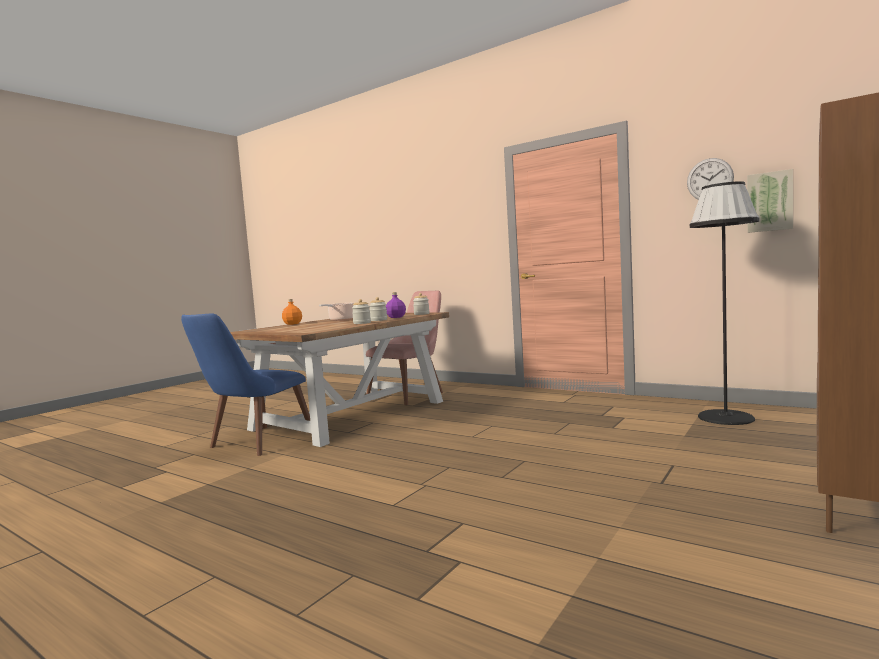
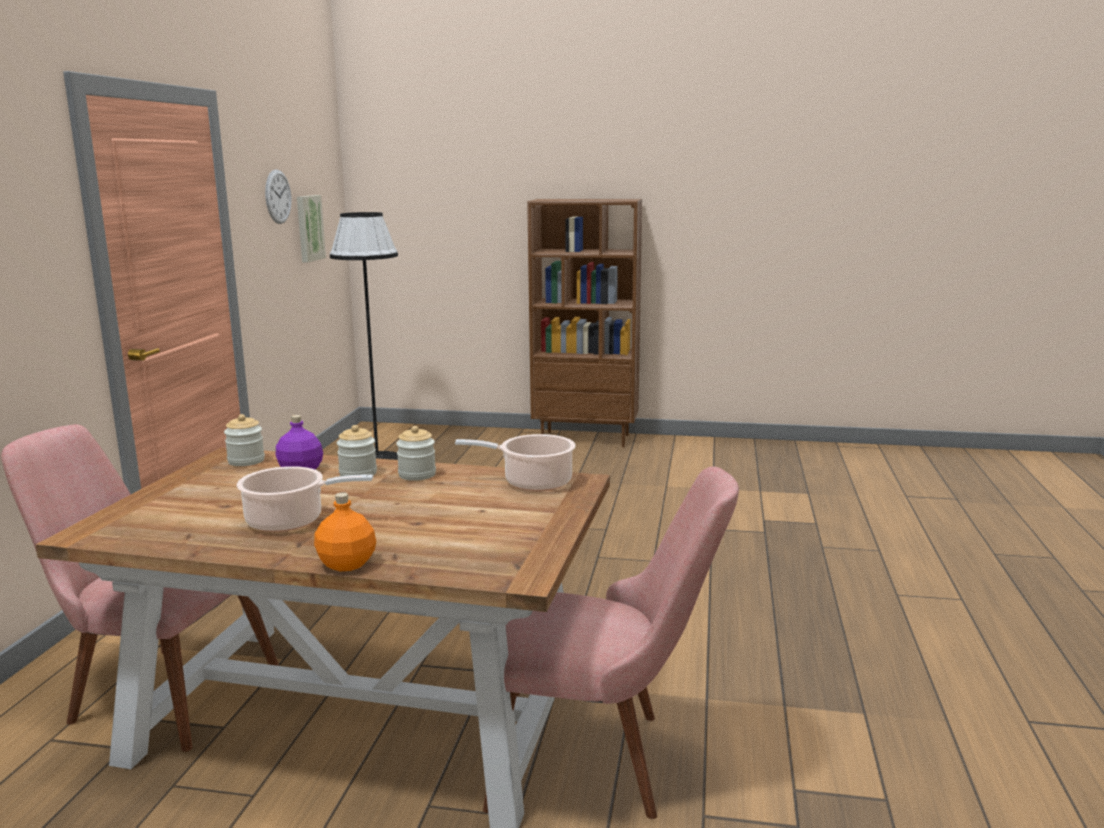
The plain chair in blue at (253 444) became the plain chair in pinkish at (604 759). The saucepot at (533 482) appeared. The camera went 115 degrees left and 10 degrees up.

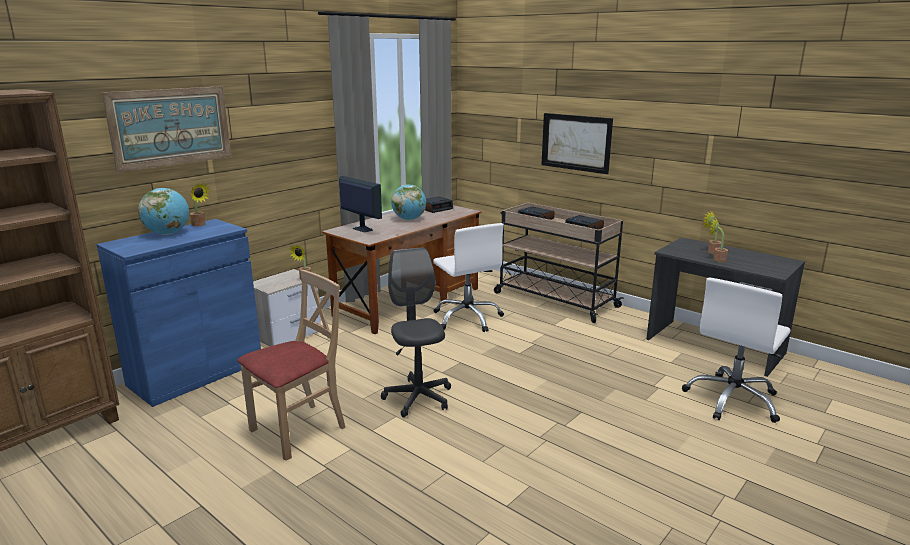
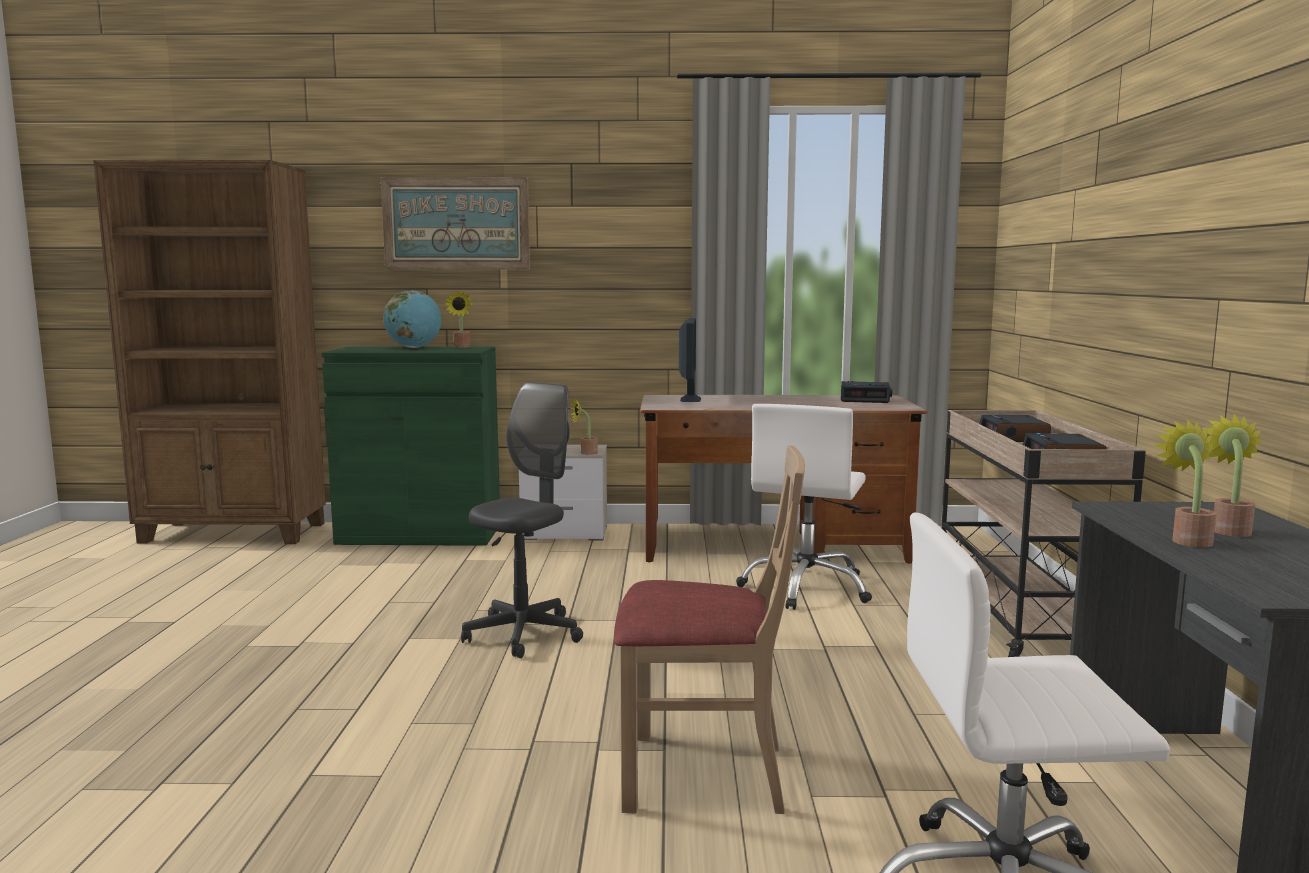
The storage cabinet in blue at (196 373) became the storage cabinet in greenish at (420 534). The plain chair in beige moved from (298 430) to (704 775). The desk globe at (409 219) disappeared. The wall picture at (576 142) disappeared. The camera went 50 degrees right and 10 degrees down.

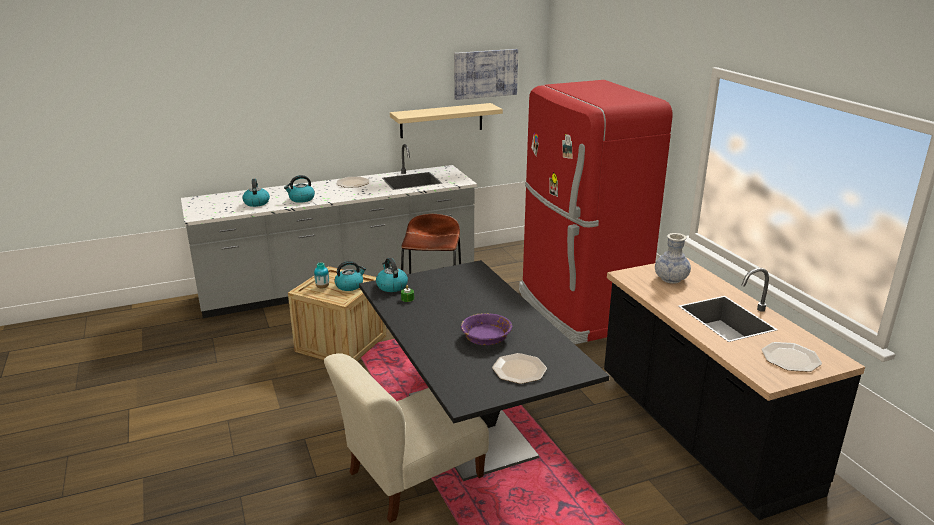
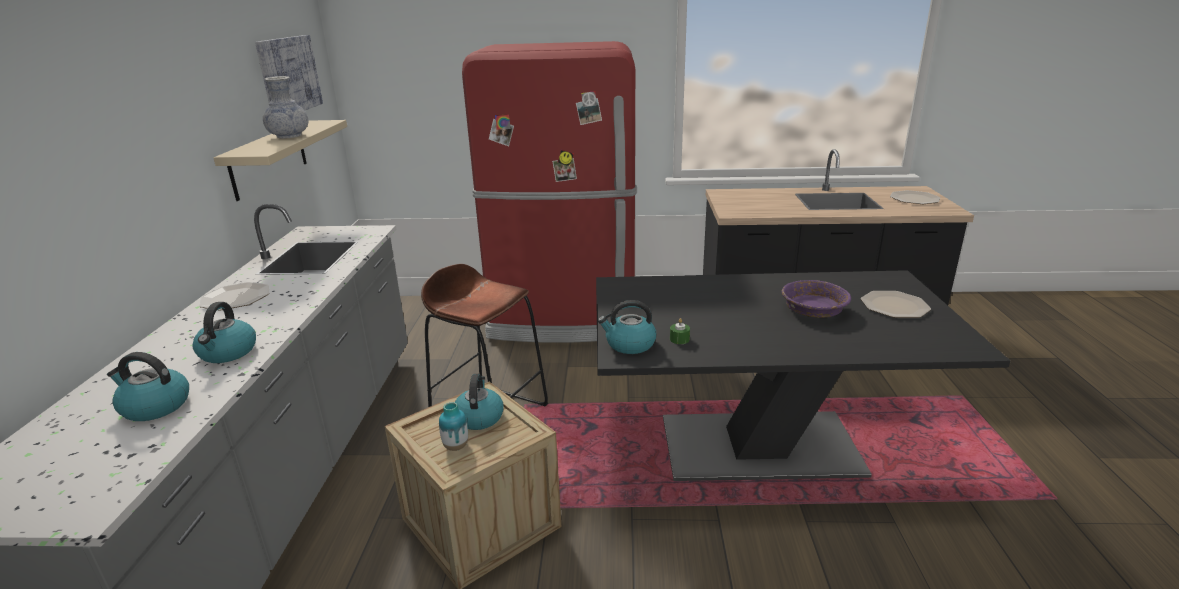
The plain chair in beige at (410 477) disappeared. The flower vase moved from (671 279) to (289 136). The camera went 65 degrees left and 0 degrees up.

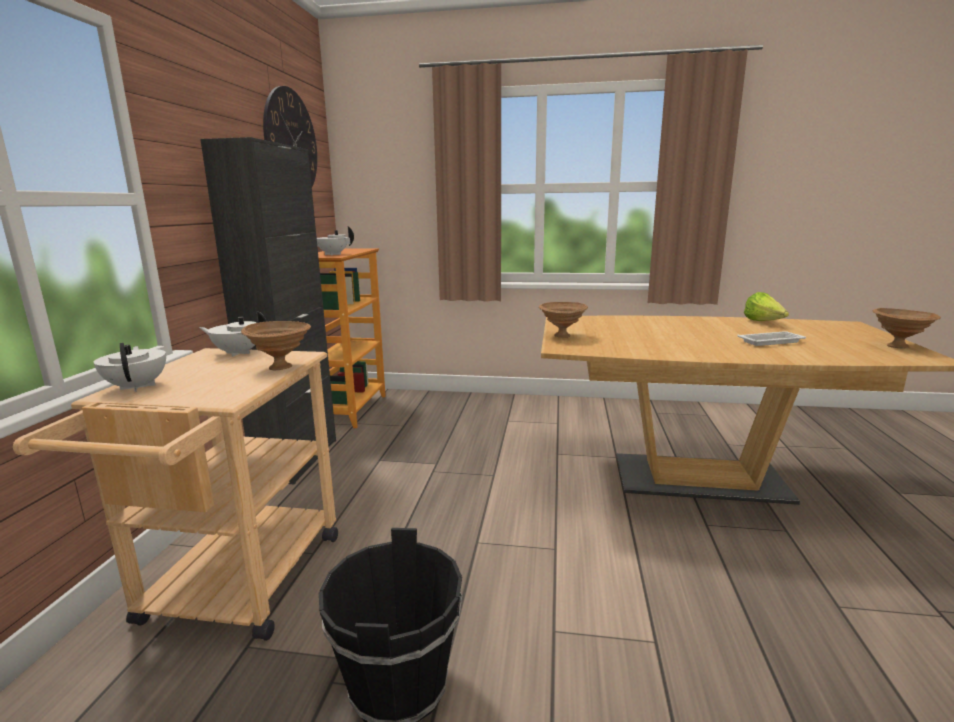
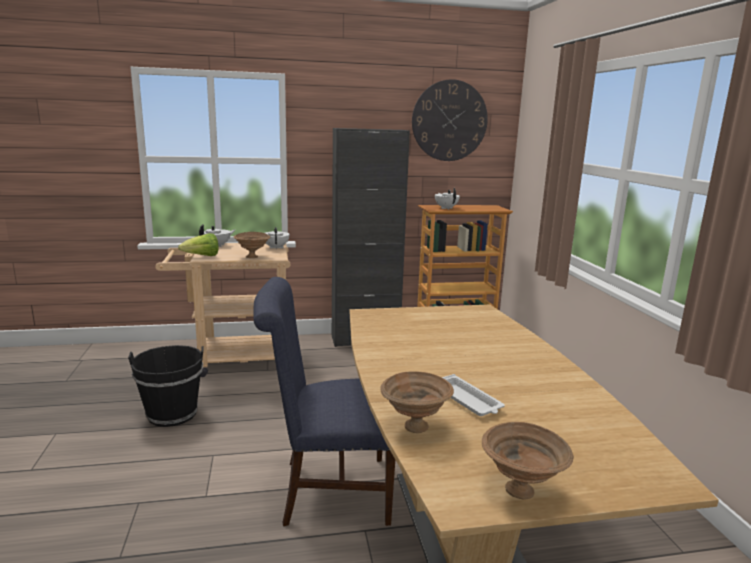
The deep dish in brown moved from (562 336) to (414 427). The lettuce head moved from (763 322) to (202 256). The plain chair in blue at (327 490) appeared. The camera went 70 degrees right and 0 degrees up.

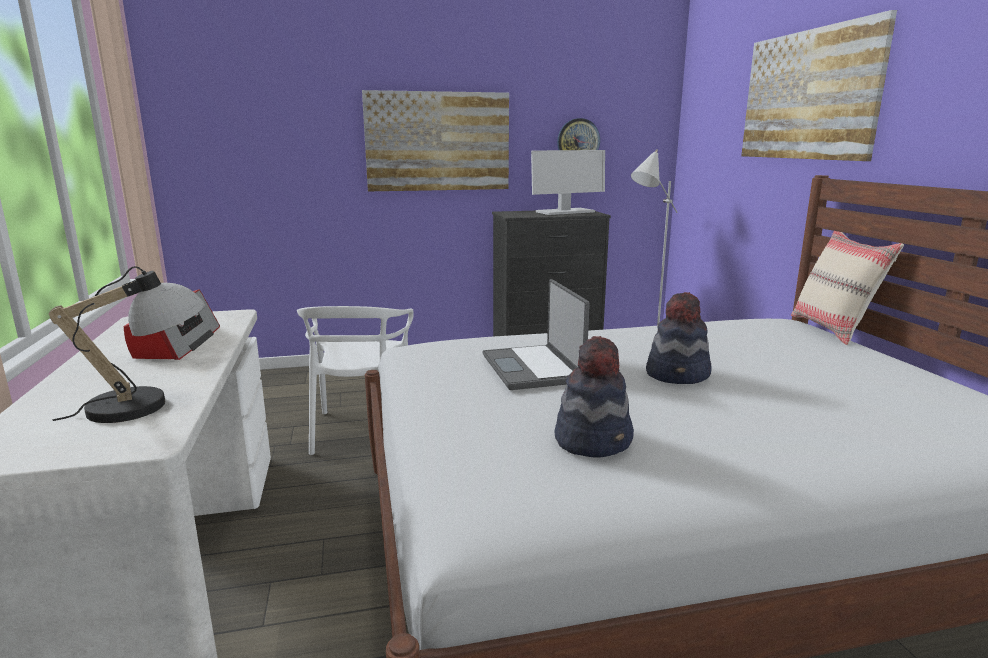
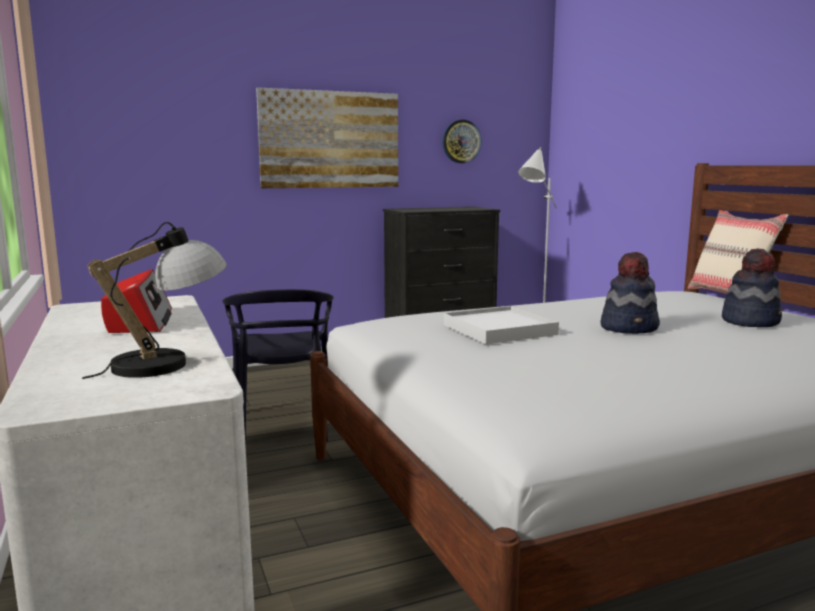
The plain chair in white at (360 431) became the plain chair in black-coloured at (283 425). The notebook computer at (533 368) was replaced by the tray in white at (499 330). The computer display at (565 212) disappeared. The hat moved from (594 440) to (750 321). The wall picture at (808 95) disappeared. The camera went 10 degrees left and 5 degrees down.

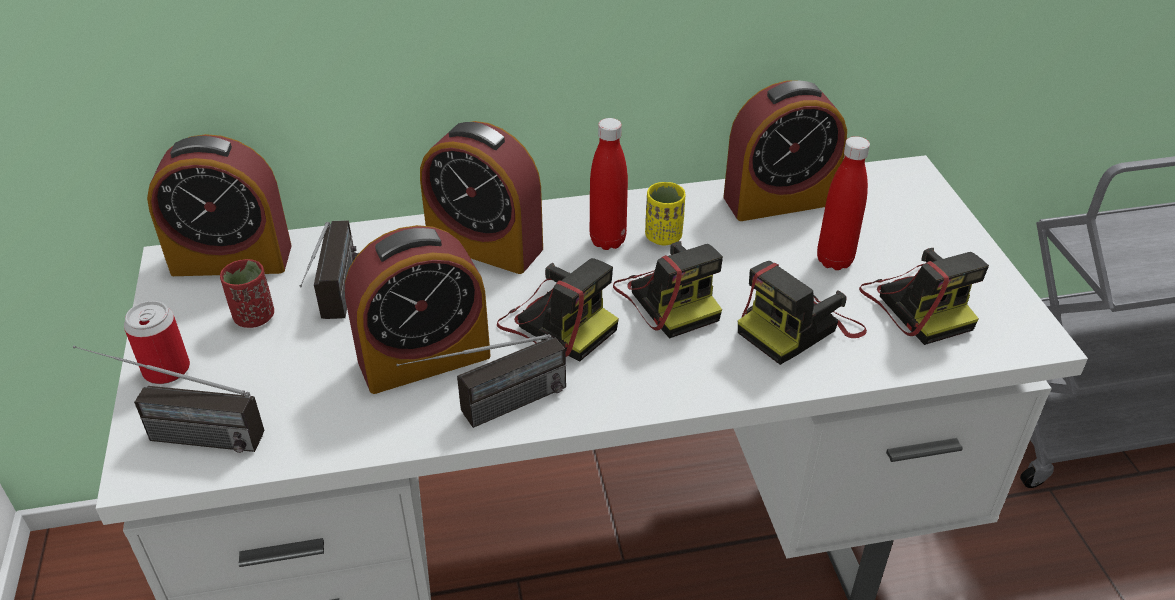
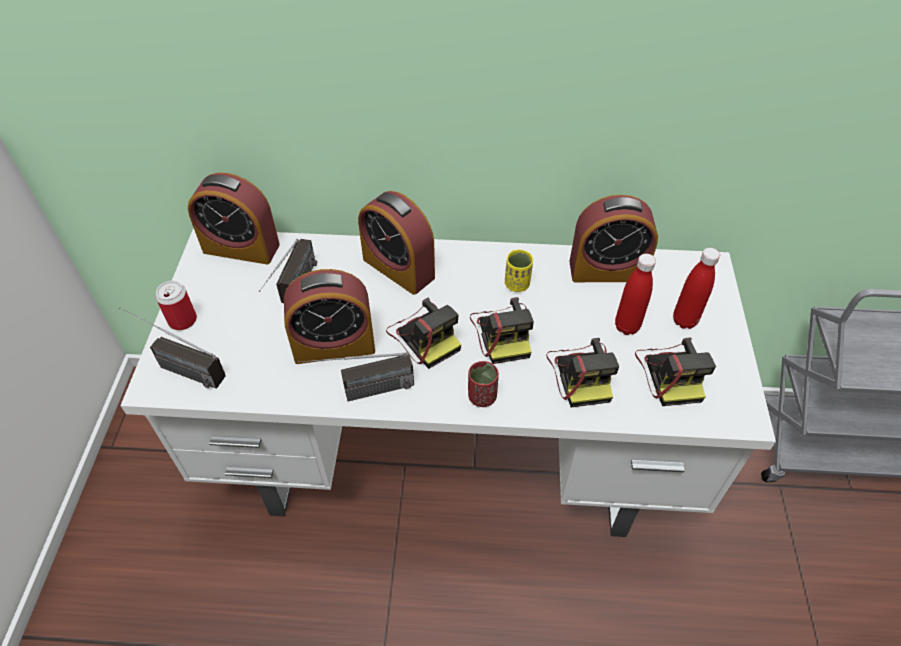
The cup in reddish moved from (254 317) to (482 396). The drink bottle in reddish moved from (607 241) to (684 320). The photo camera at (798 327) turned 75 degrees counterclockwise. The camera went 15 degrees right and 10 degrees up.

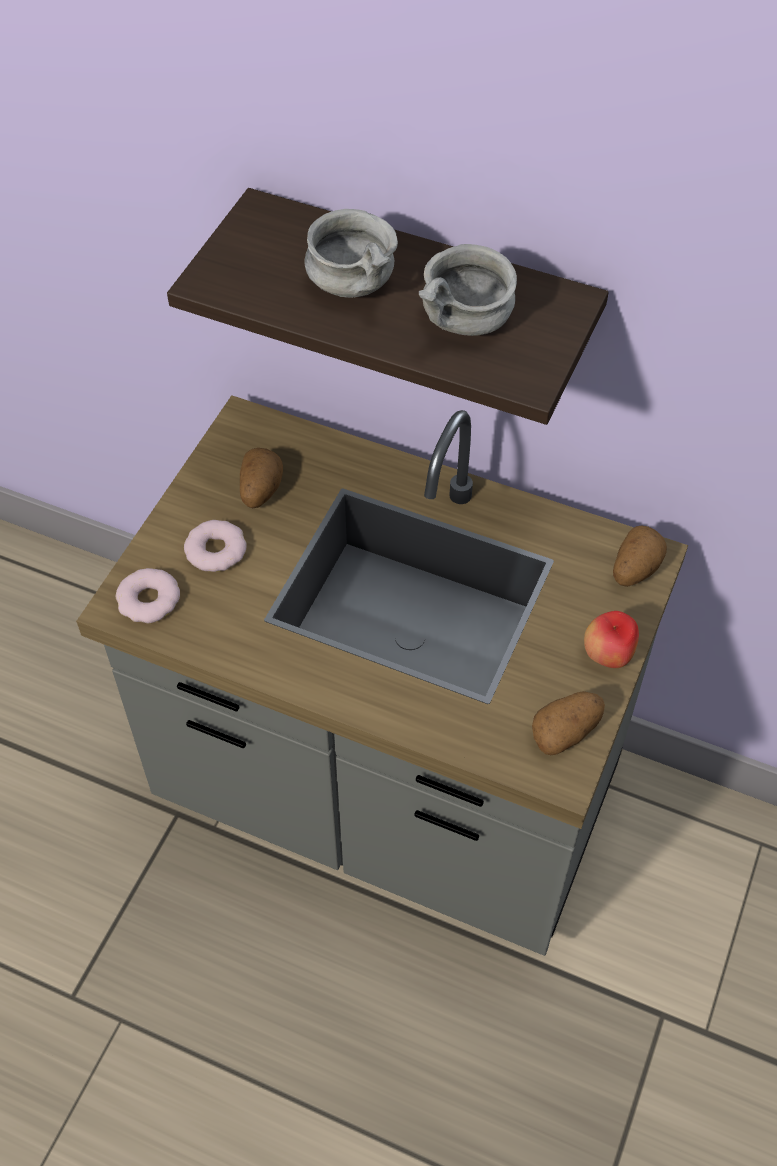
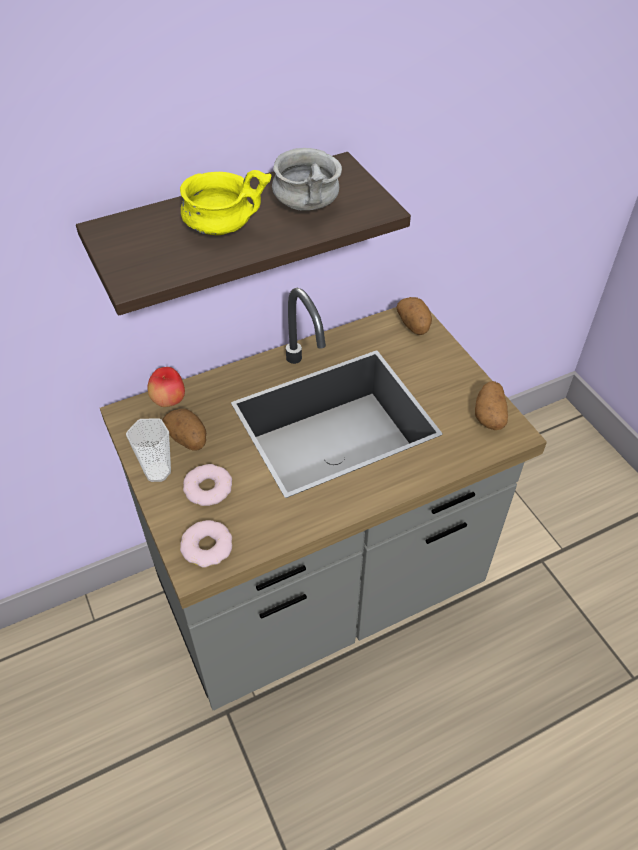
The deep dish in gray at (354 284) became the deep dish in yellow-coloured at (221 227). The apple moved from (608 656) to (169 401). The cup at (157 472) appeared. The camera went 50 degrees left and 5 degrees down.

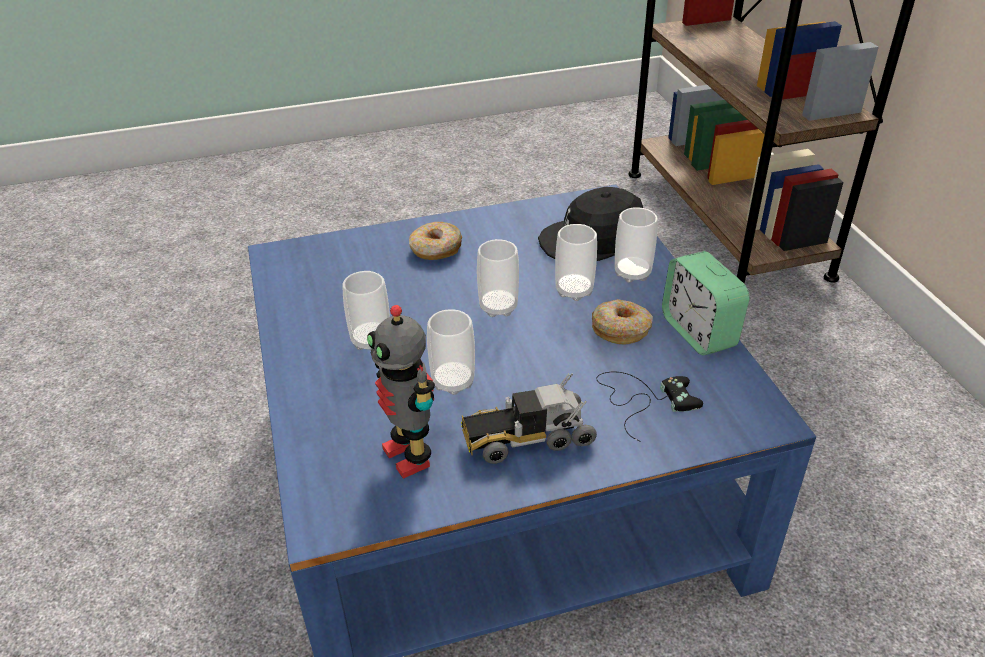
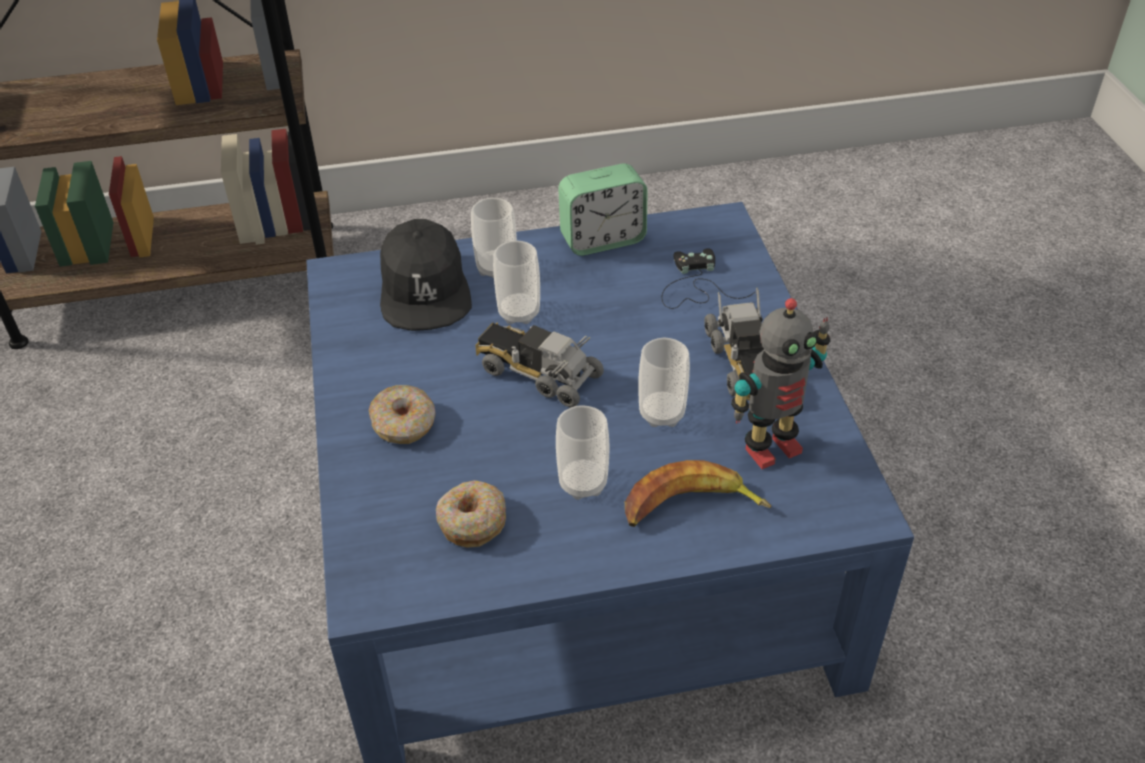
The cup at (498 307) was replaced by the toy truck at (537 373). The doughnut moved from (621 329) to (472 521). The whole banana at (690 507) appeared. The camera went 85 degrees left and 5 degrees up.

